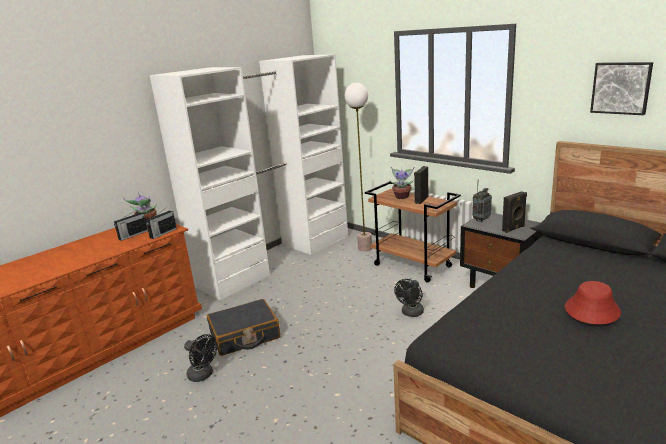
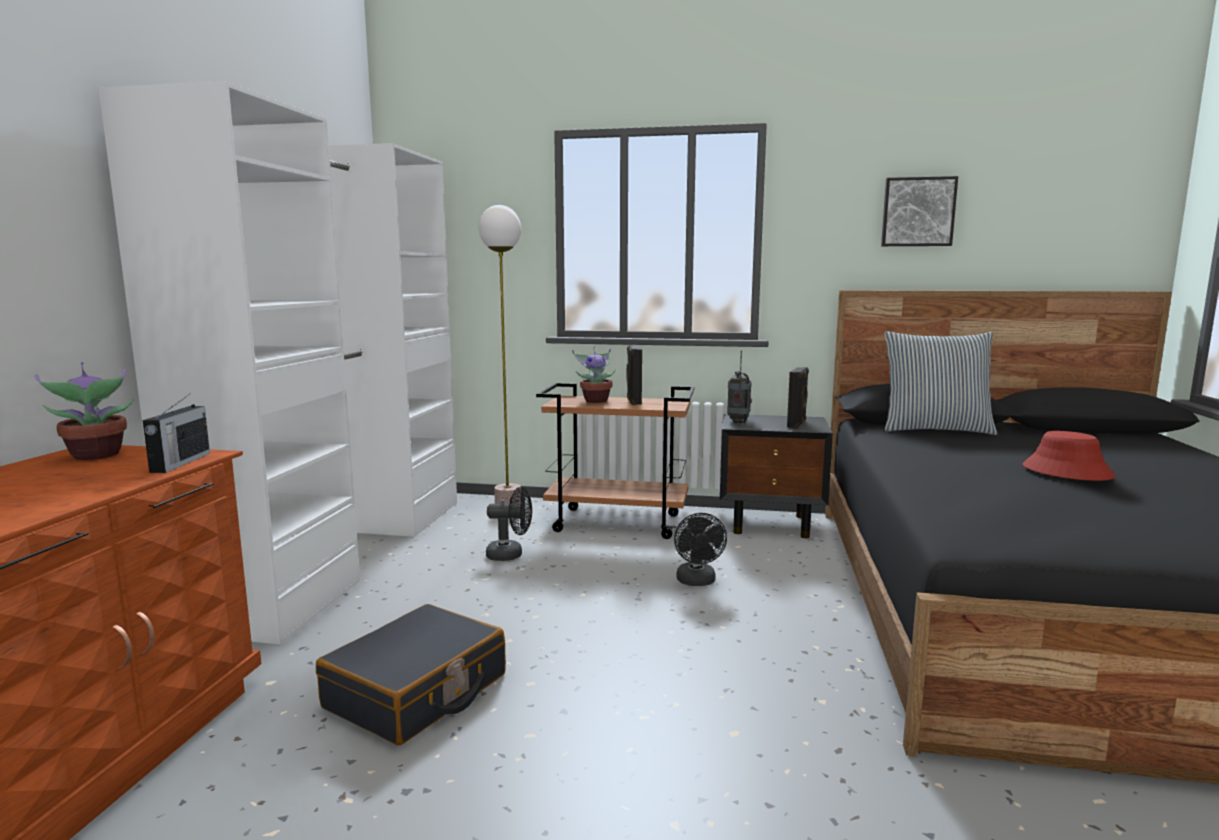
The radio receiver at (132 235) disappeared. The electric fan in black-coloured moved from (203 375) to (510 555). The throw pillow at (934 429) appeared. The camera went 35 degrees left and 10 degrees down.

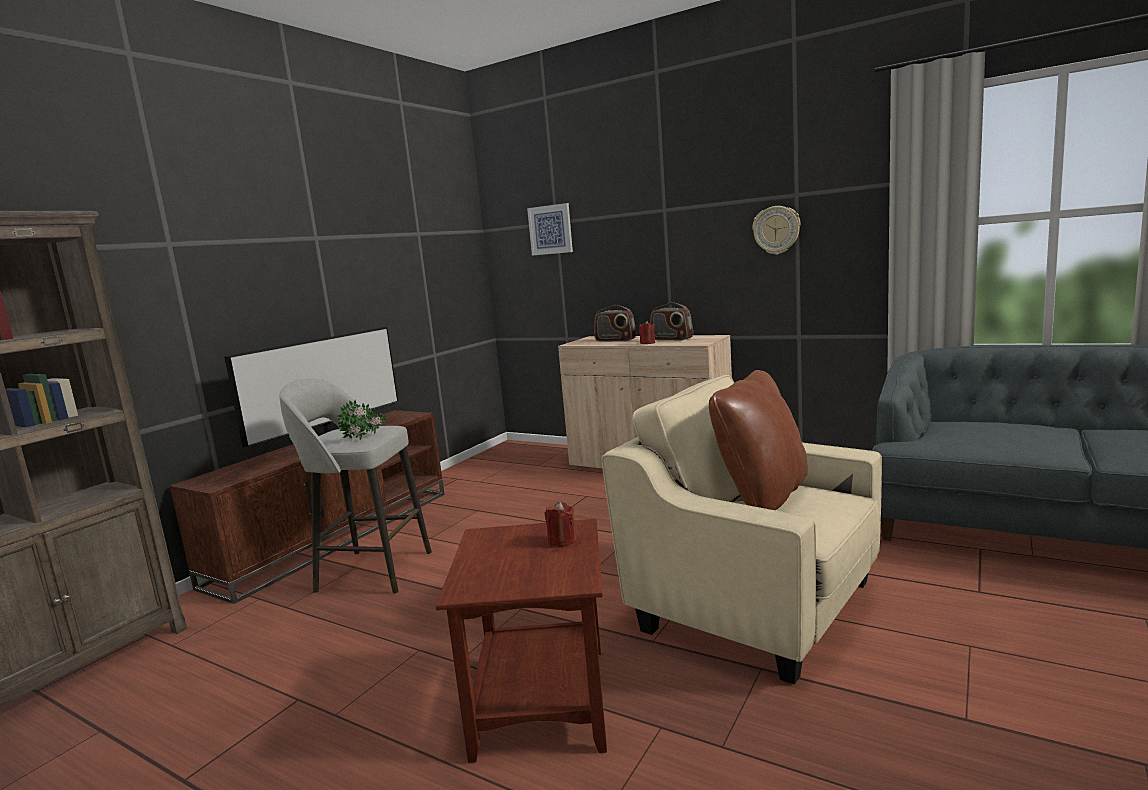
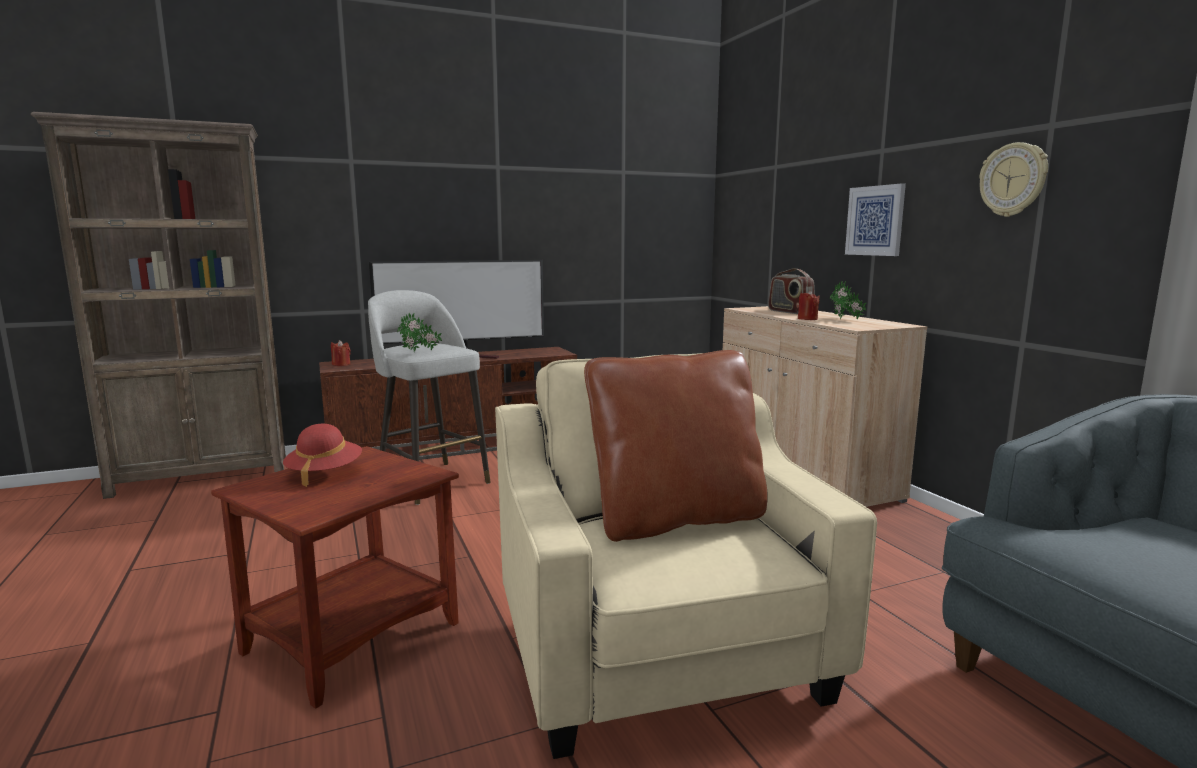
The wall picture moved from (550 229) to (875 221). The wax light in reddish moved from (562 541) to (341 364). The radio receiver at (671 339) was replaced by the potted plant at (846 319). The hat in reddish at (324 473) appeared. The camera went 35 degrees right and 0 degrees up.

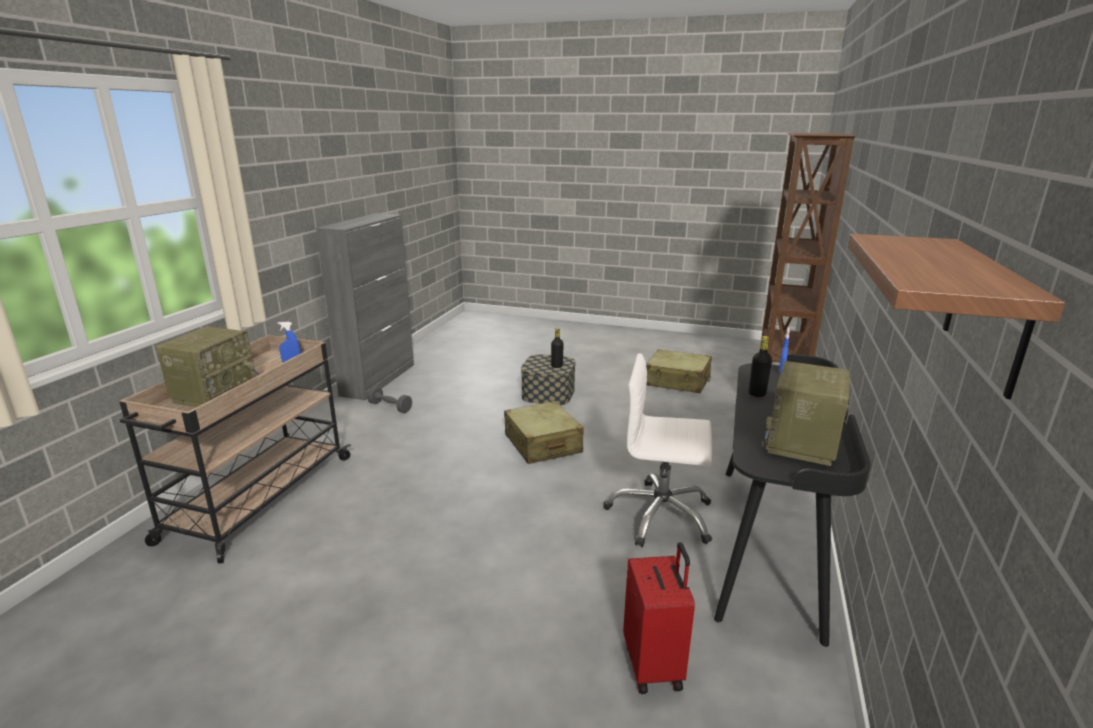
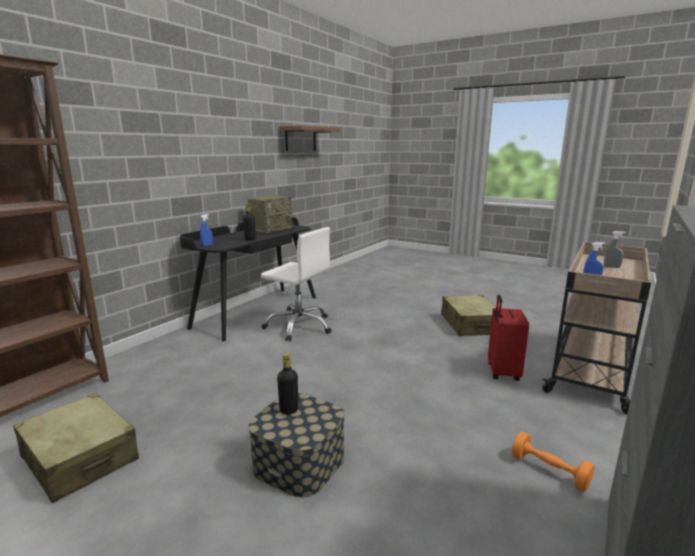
The radio receiver at (215 393) was replaced by the spray bottle in gray at (611 267). The hand weight in gray at (390 407) became the hand weight in orangey at (549 471). The piece of luggage in beige moved from (542 444) to (470 324). The piece of luggage in reddish moved from (654 665) to (502 372). The camera went 165 degrees left and 5 degrees down.

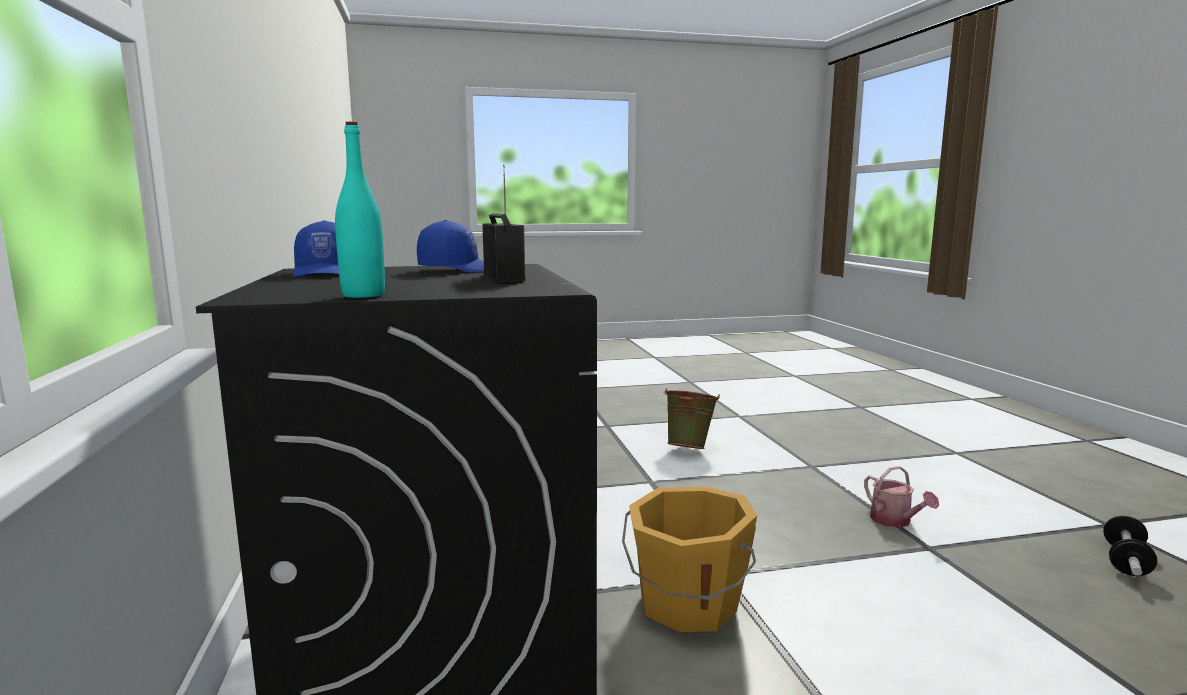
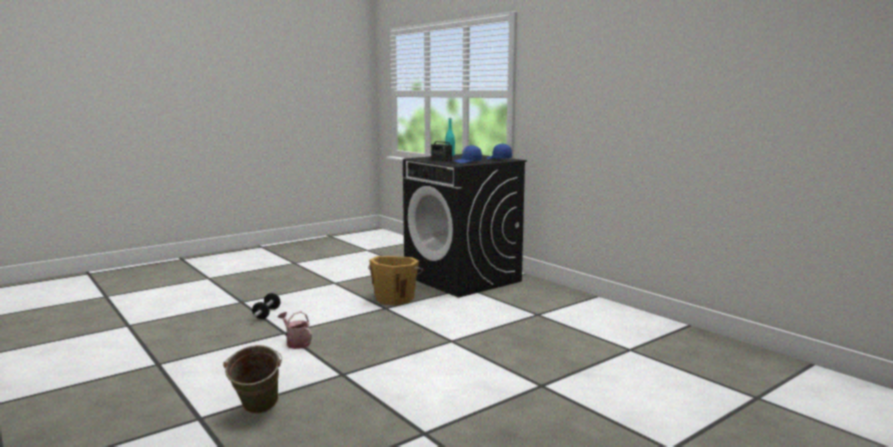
The bucket in greenish moved from (689 448) to (256 412). The hand weight moved from (1126 561) to (267 314). The camera went 155 degrees right and 0 degrees up.

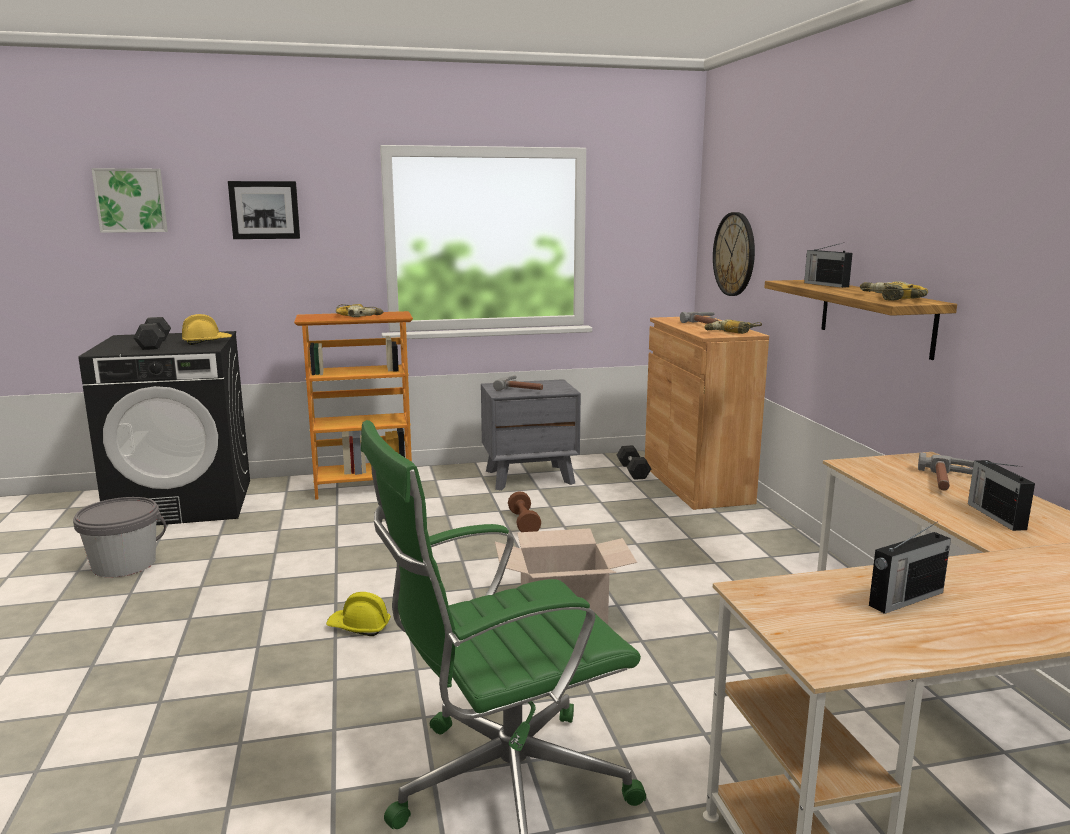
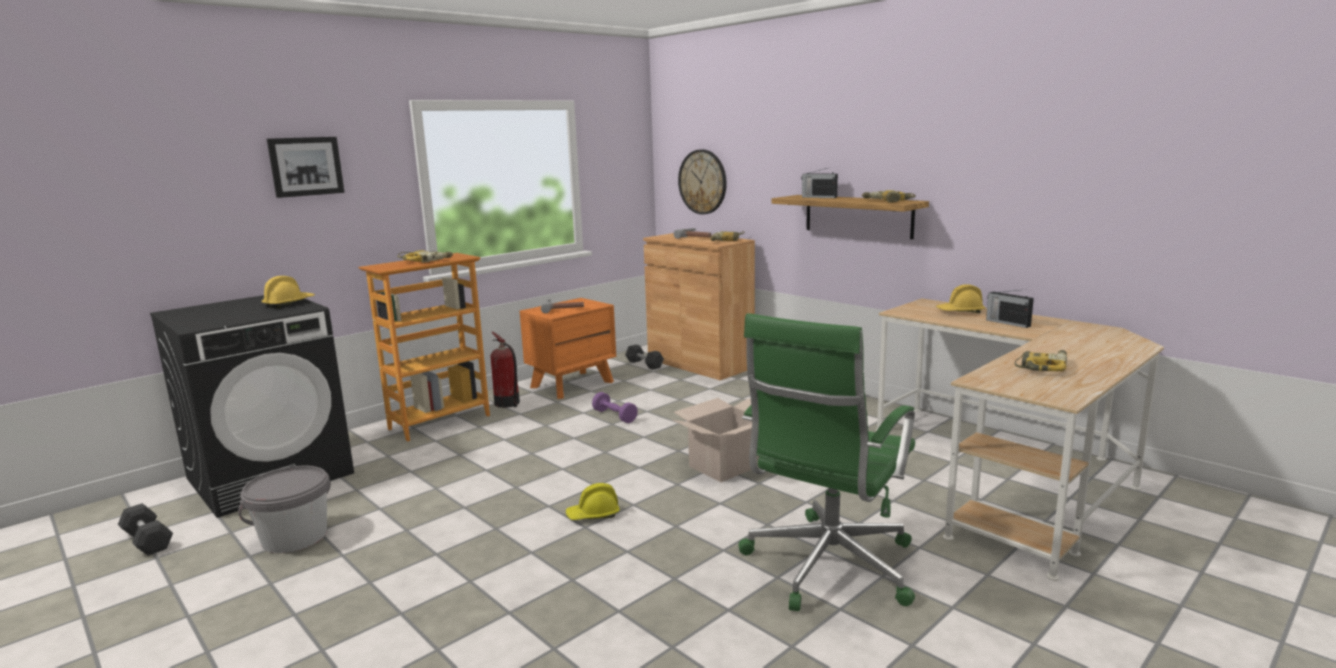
The wall picture at (131 200) disappeared. The hand weight in gray moved from (154 344) to (147 540). The bedside table in gray at (530 477) became the bedside table in orangey at (572 384). The hand weight in brown at (524 523) became the hand weight in purplish at (614 416). The radio receiver at (904 599) was replaced by the drill at (1041 367). The hand hammer at (950 483) was replaced by the work helmet in yellow-coloured at (960 312). The fire extinguisher at (508 403) appeared. The camera went 30 degrees left and 0 degrees up.

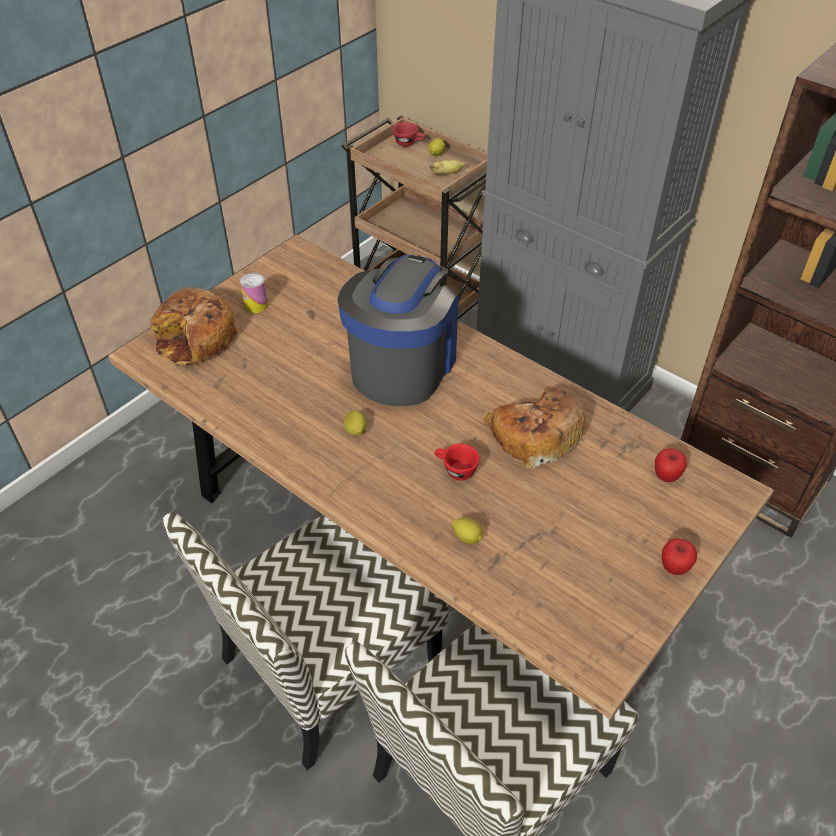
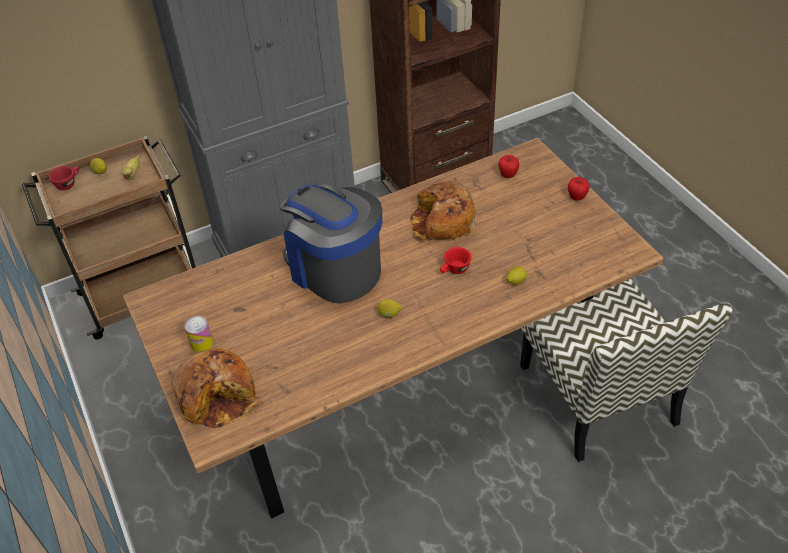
The plain chair at (327 665) disappeared. The camera went 65 degrees left and 0 degrees up.

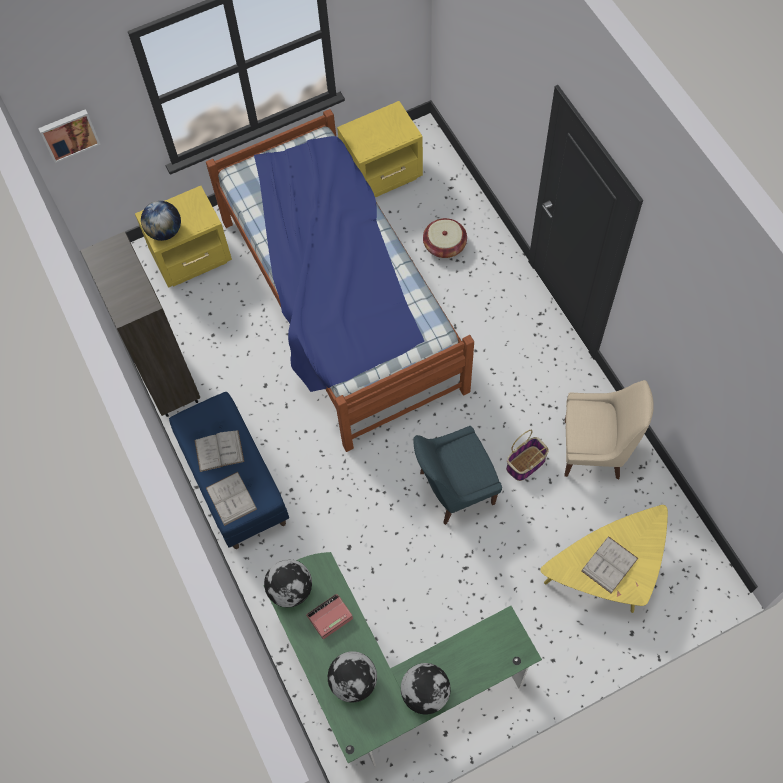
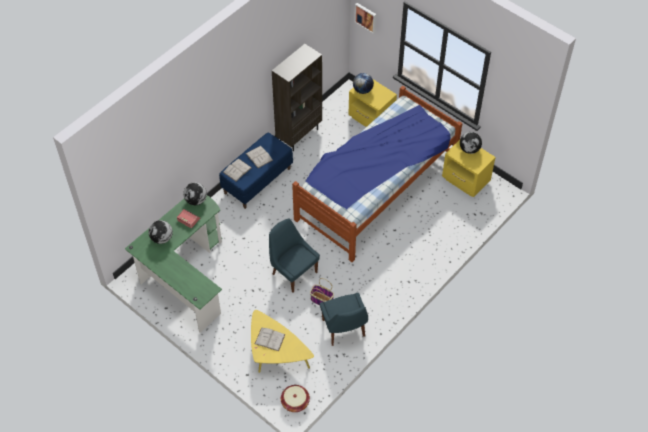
The desk globe moved from (425 692) to (469 149). The basket moved from (444 245) to (295 402). The plain chair in beige at (595 450) became the plain chair in blue at (344 329). The camera went 65 degrees right and 10 degrees down.

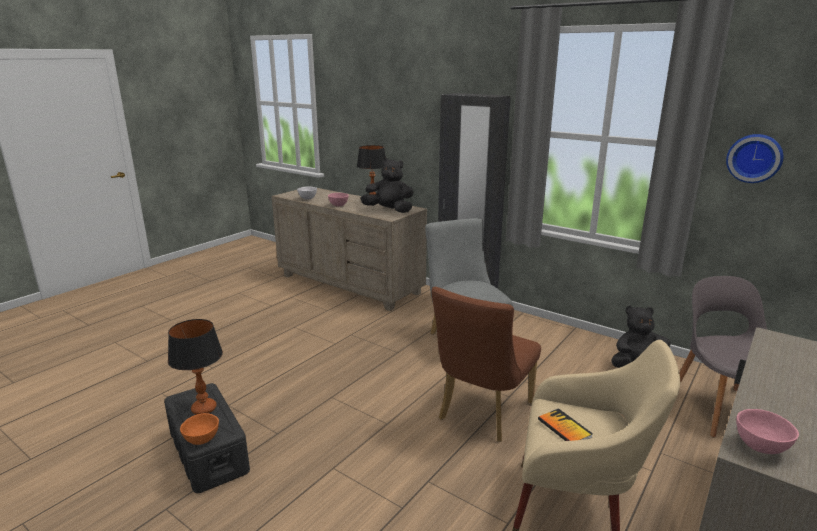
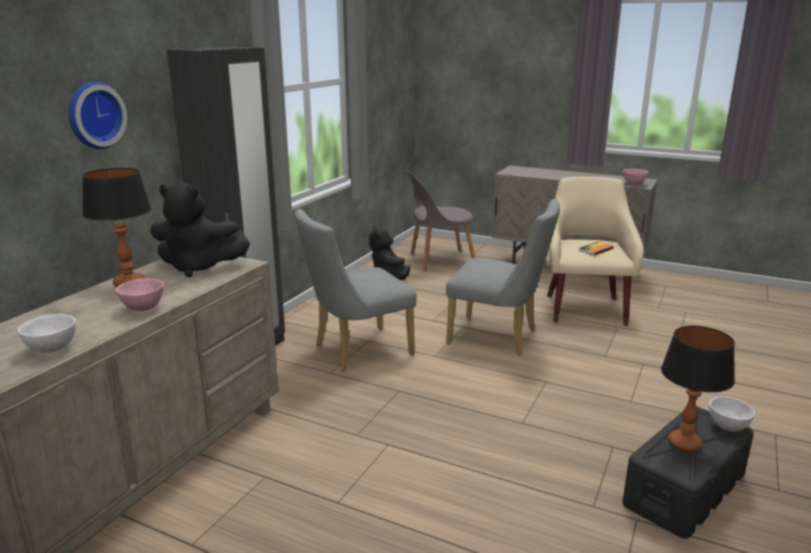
The deep dish in orangey at (202 440) became the deep dish in white at (727 426). The plush toy in black-coloured at (389 210) turned 90 degrees counterclockwise. The plain chair in brown at (482 414) became the plain chair in gray at (499 337). The wall clock moved from (754 158) to (93 115). The camera went 100 degrees left and 0 degrees up.

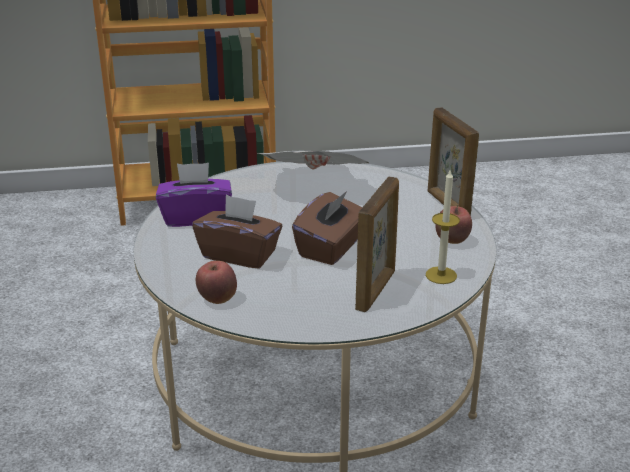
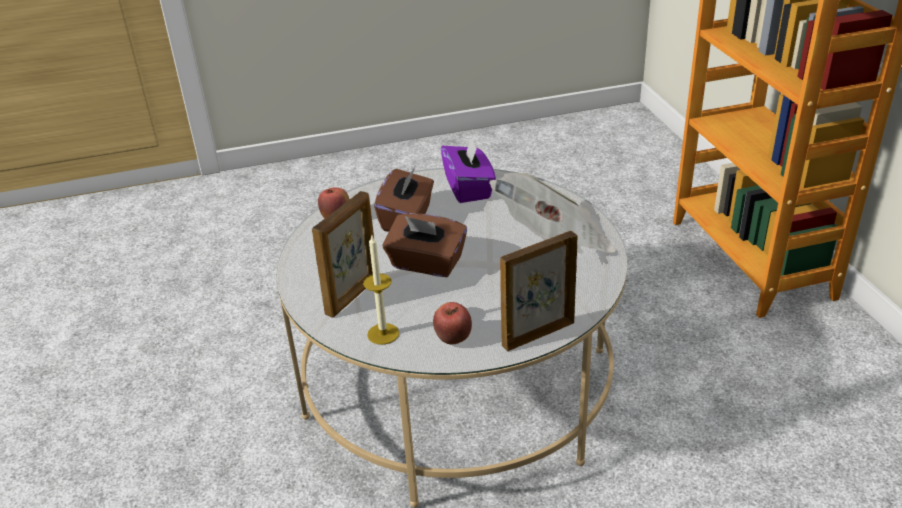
The picture frame at (376 290) turned 75 degrees counterclockwise. The camera went 85 degrees right and 5 degrees up.

